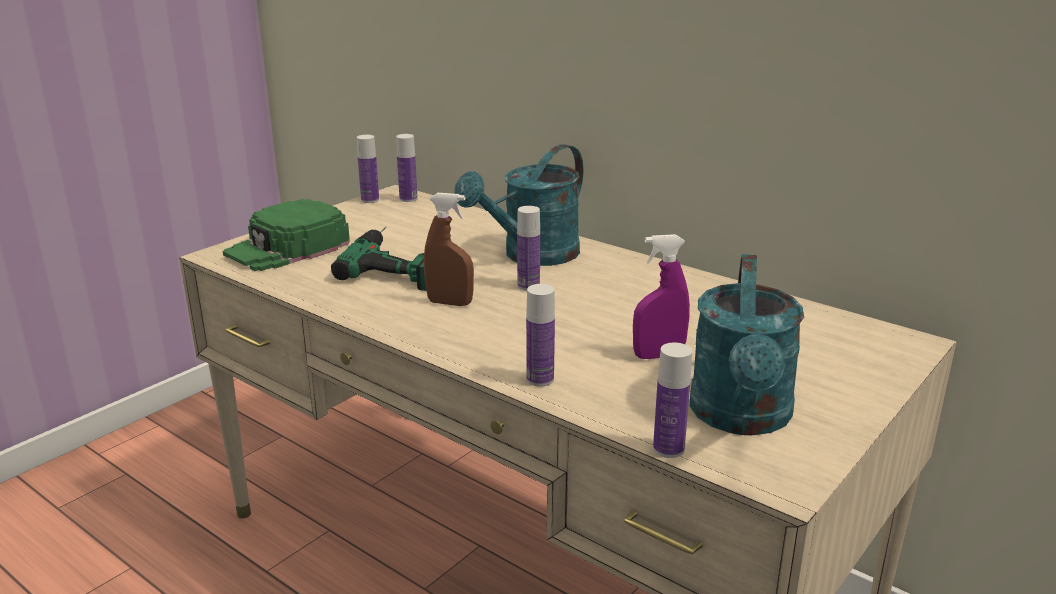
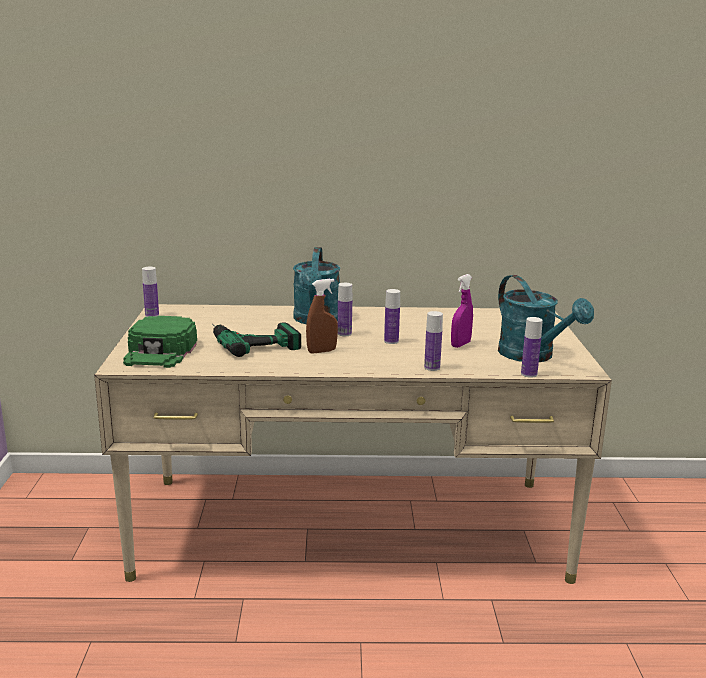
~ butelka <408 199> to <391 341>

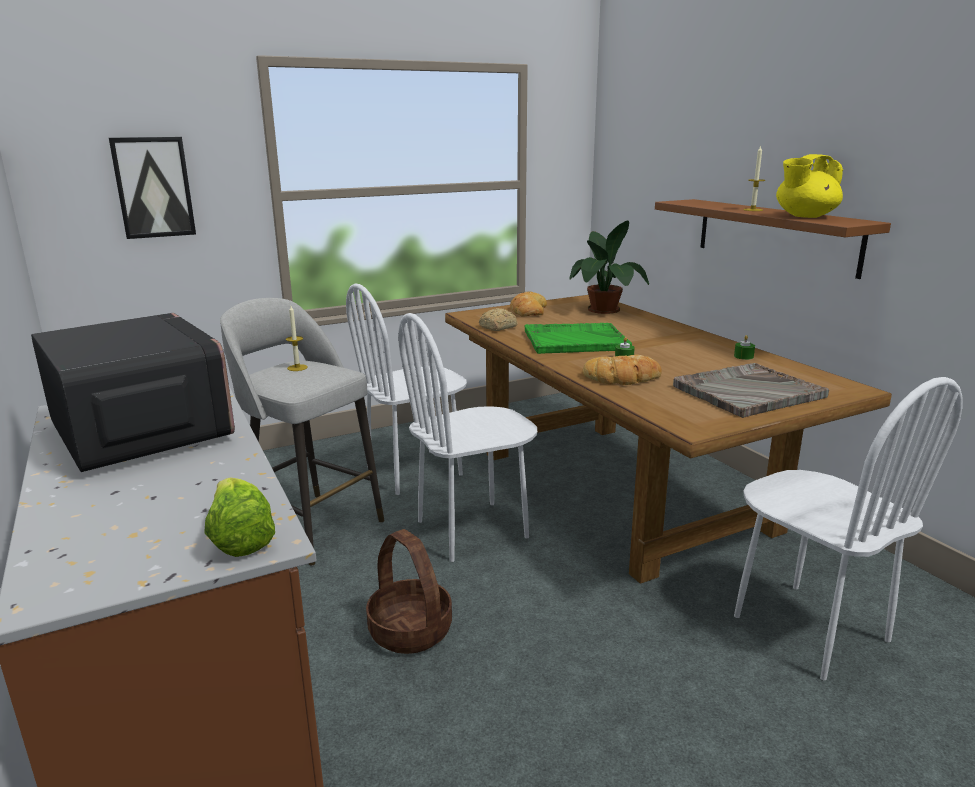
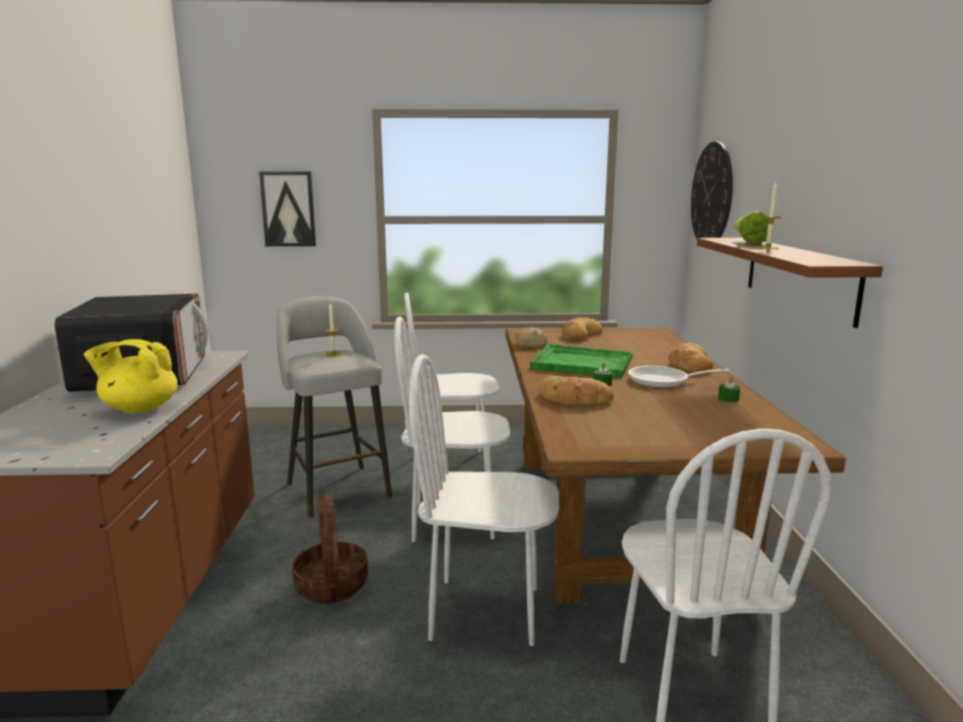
~ imbryk [żółty] <804 216> to <139 408>
+ krzesło [biały] <485 611>
+ patelnia <663 381>
+ chleb <689 364>
+ zegar ścienny <711 195>
~ sałata <240 539> to <748 243>
- roślina doniczkowa <604 310>
- taca [szary] <747 392>

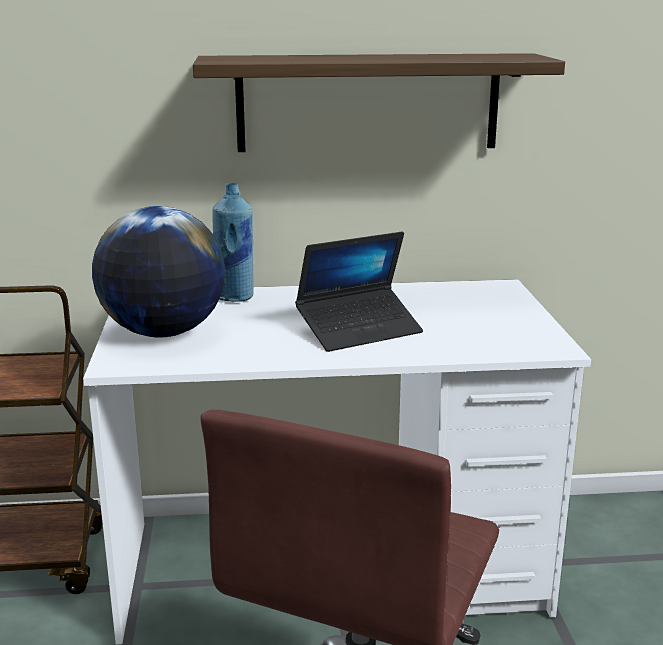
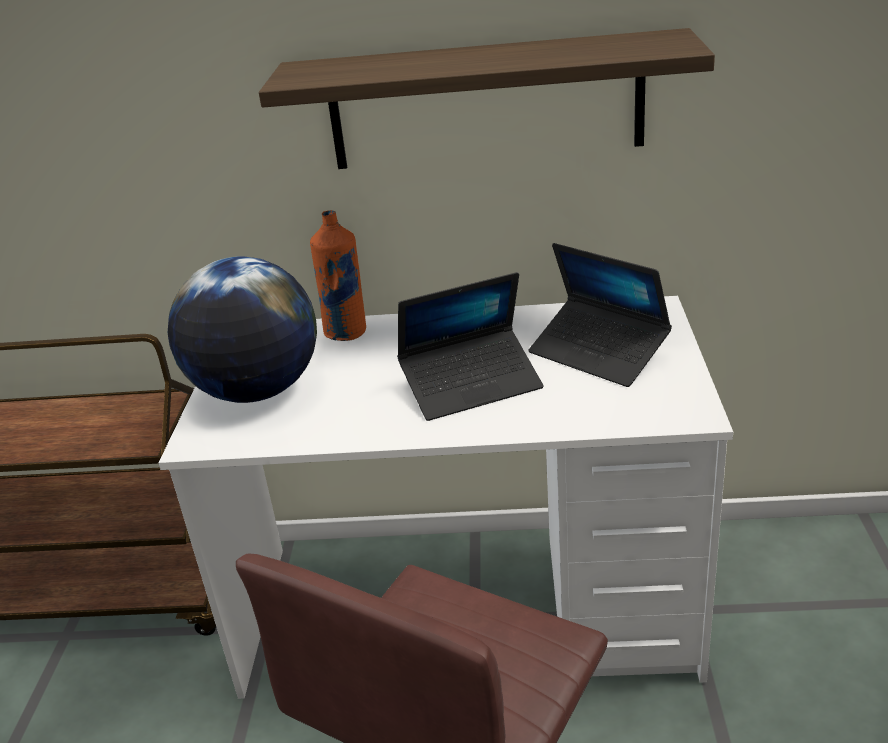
~ butelka [niebieski] <235 297> to butelka [pomarańczowy] <346 333>
+ laptop <598 353>

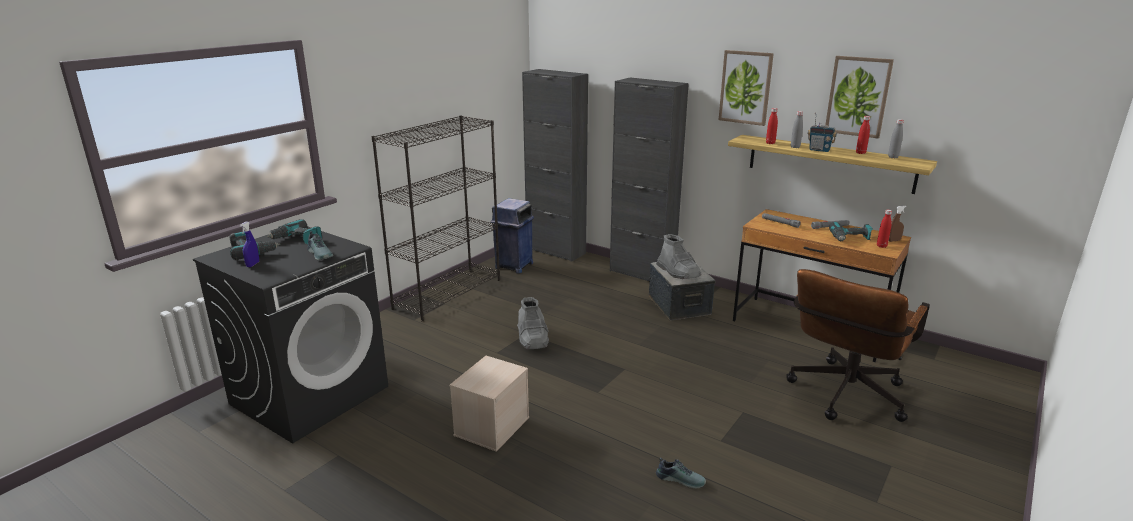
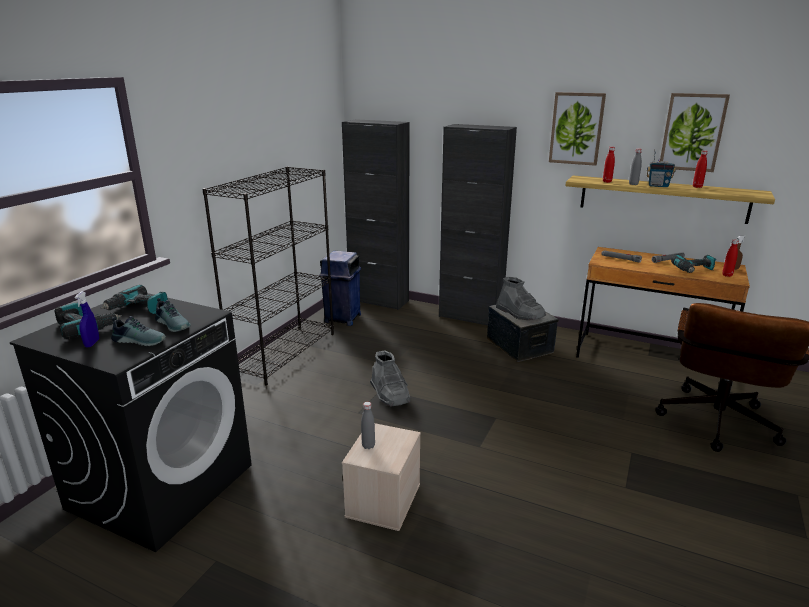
~ but <680 479> to <140 340>
~ butelka [szary] <893 157> to <368 446>

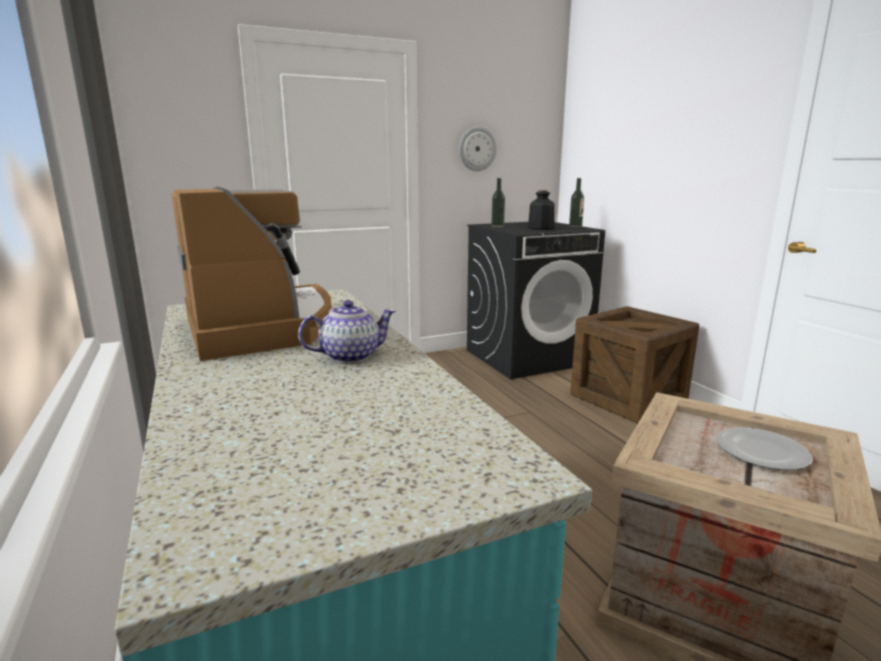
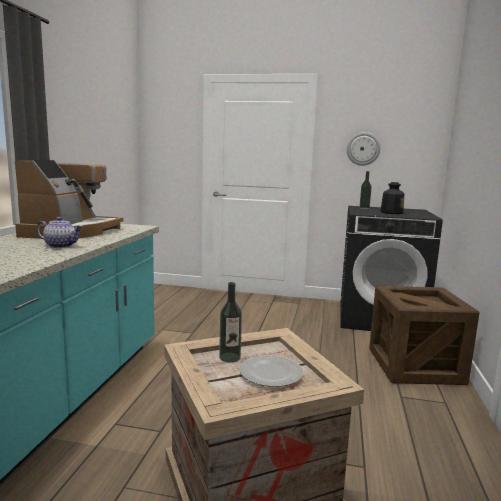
~ butelka <575 226> to <229 357>

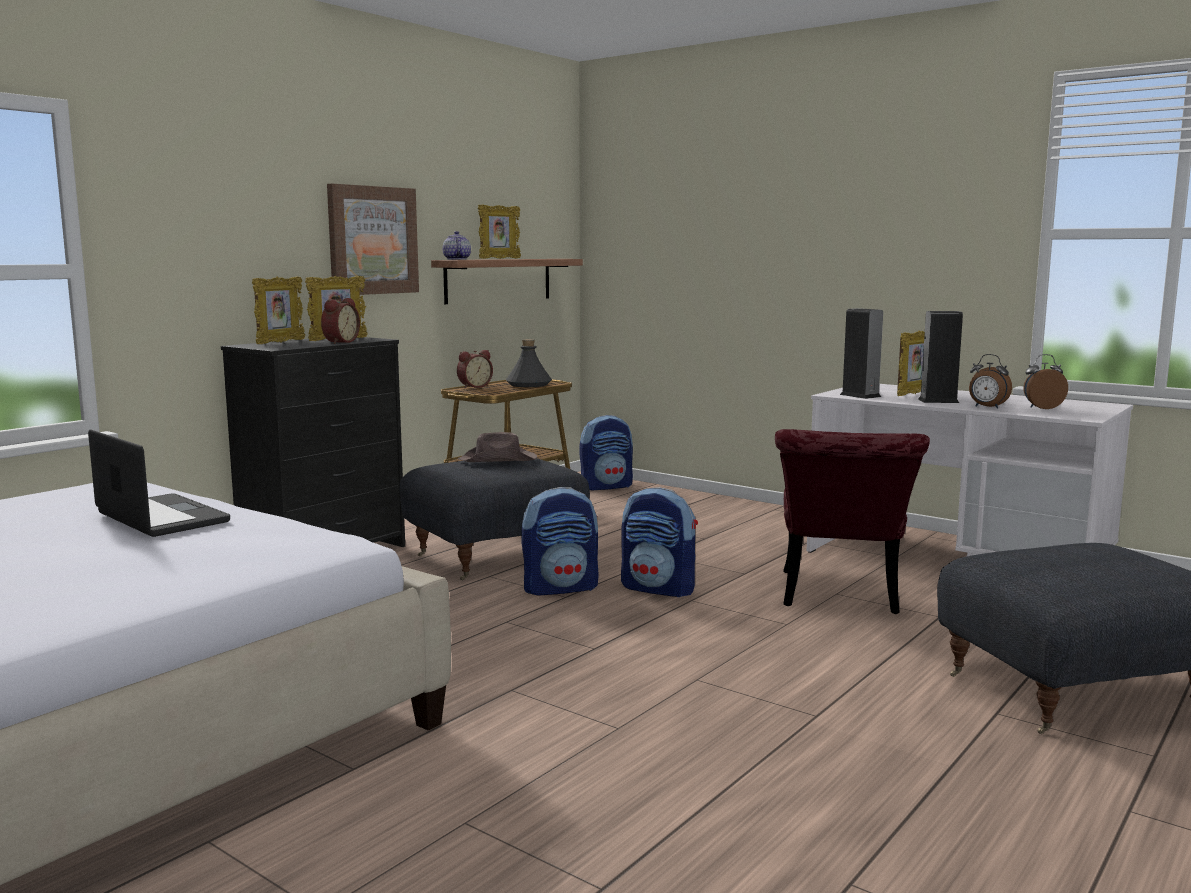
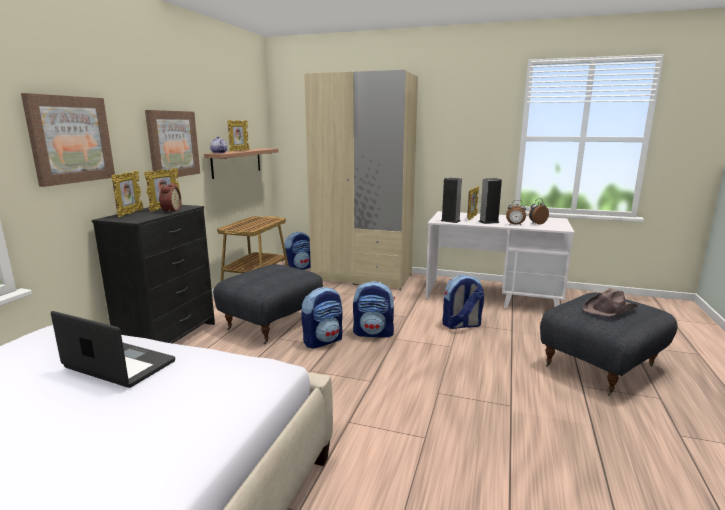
+ obraz <70 139>
+ szafa [beżowy] <362 277>
~ krzesło [czerwony] <840 597> to plecak <461 325>
~ kapelusz [brązowy] <498 460> to <610 309>
- budzik <474 386>
- butelka [szary] <528 384>

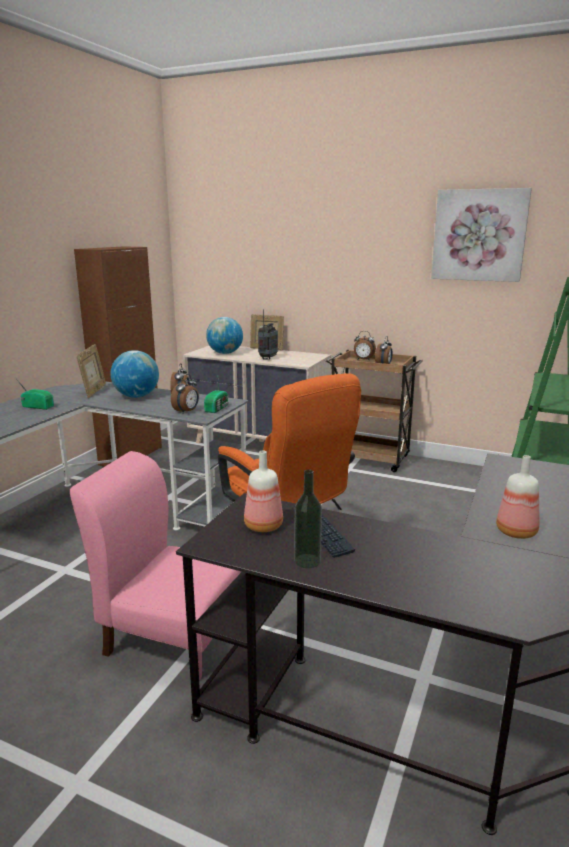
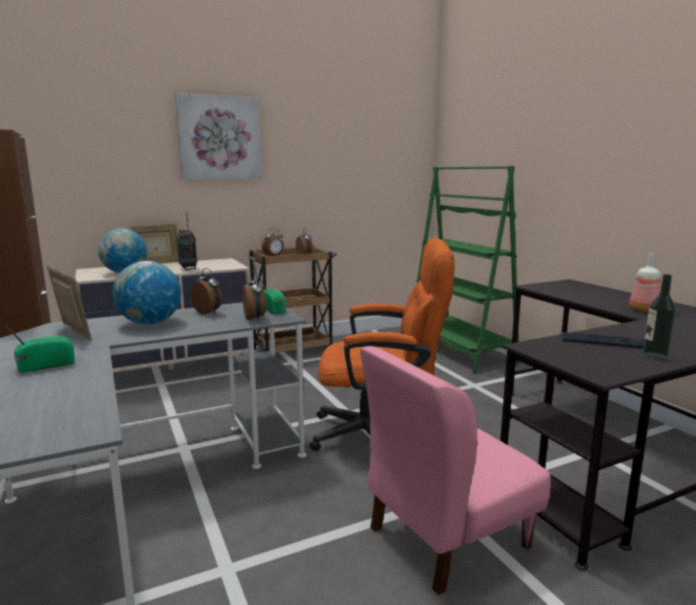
~ obraz <479 235> to <219 138>
- butelka <264 527>

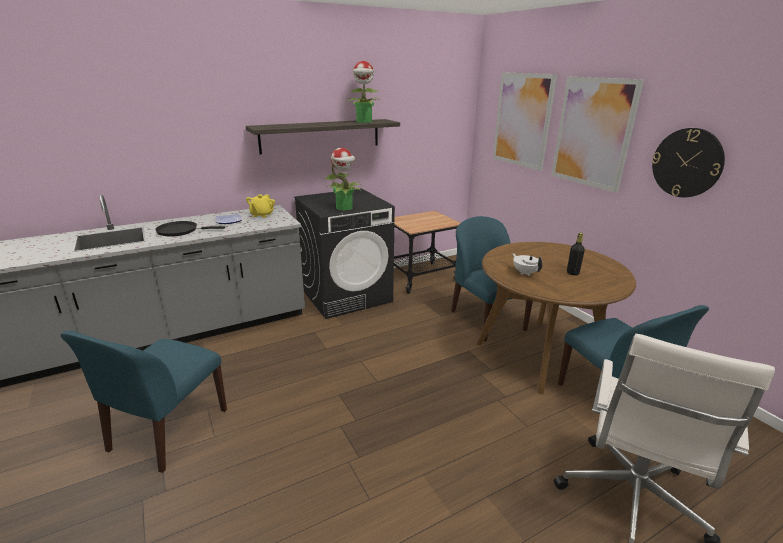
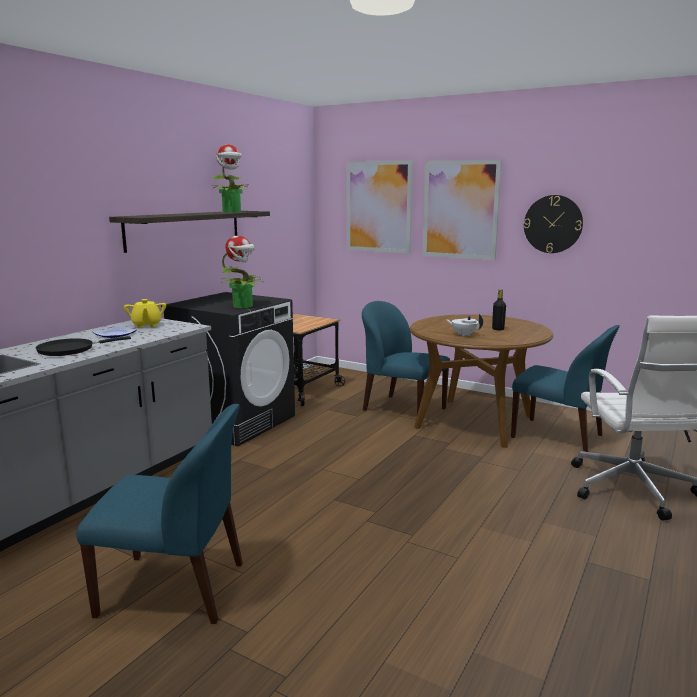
~ krzesło [niebieski] <167 431> = <176 589> 75 degrees counterclockwise

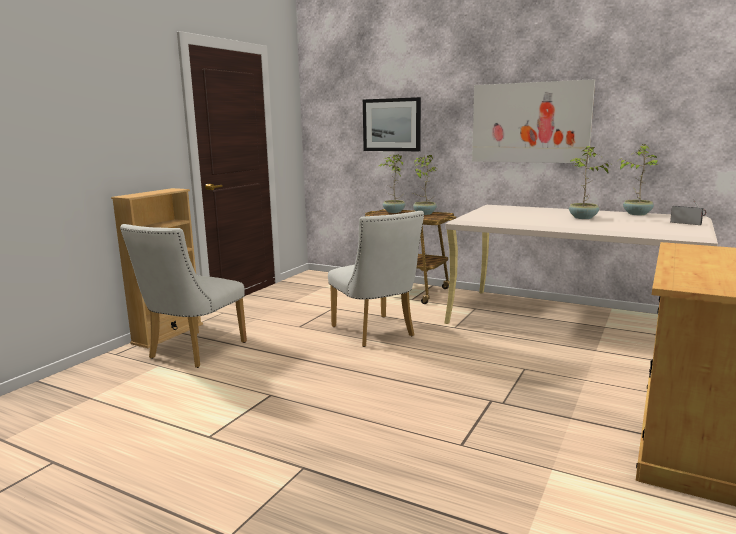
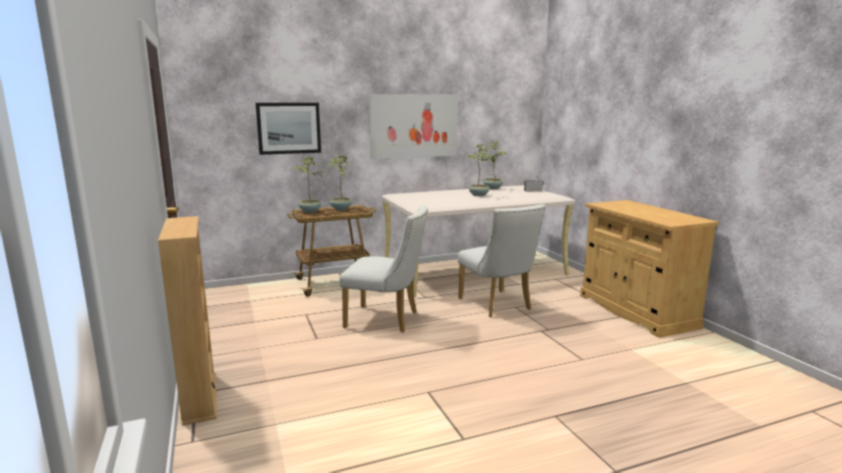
~ krzesło [biały] <193 352> to <498 305>

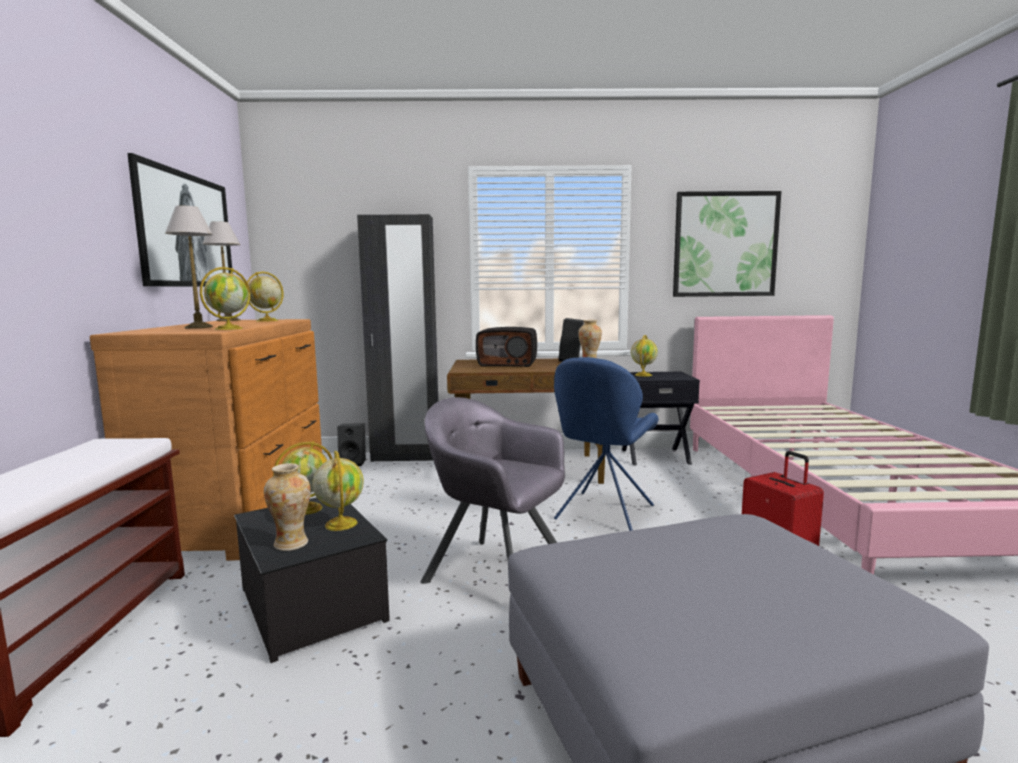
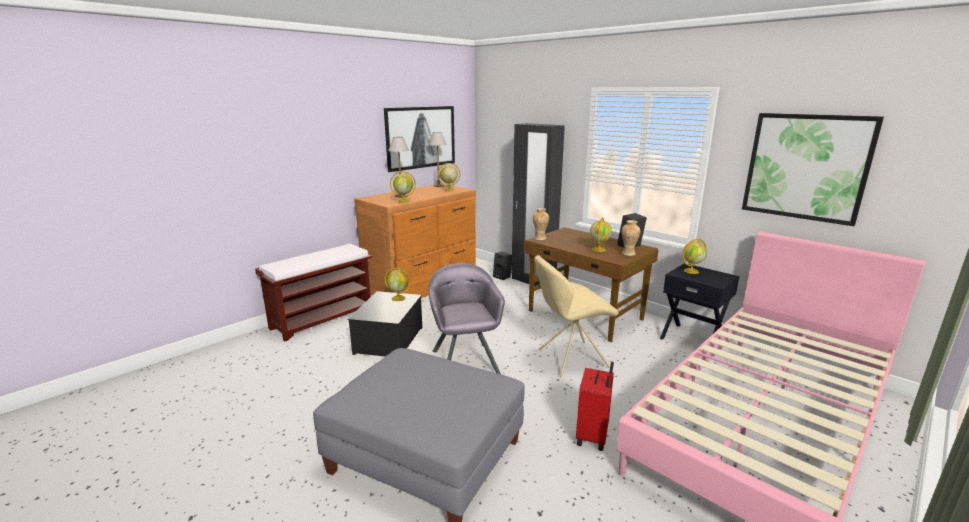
~ wazon <291 544> to <540 238>
~ krzesło [niebieski] <603 514> to krzesło [beżowy] <570 359>
~ globus <340 523> to <599 249>
- radio <508 364>

